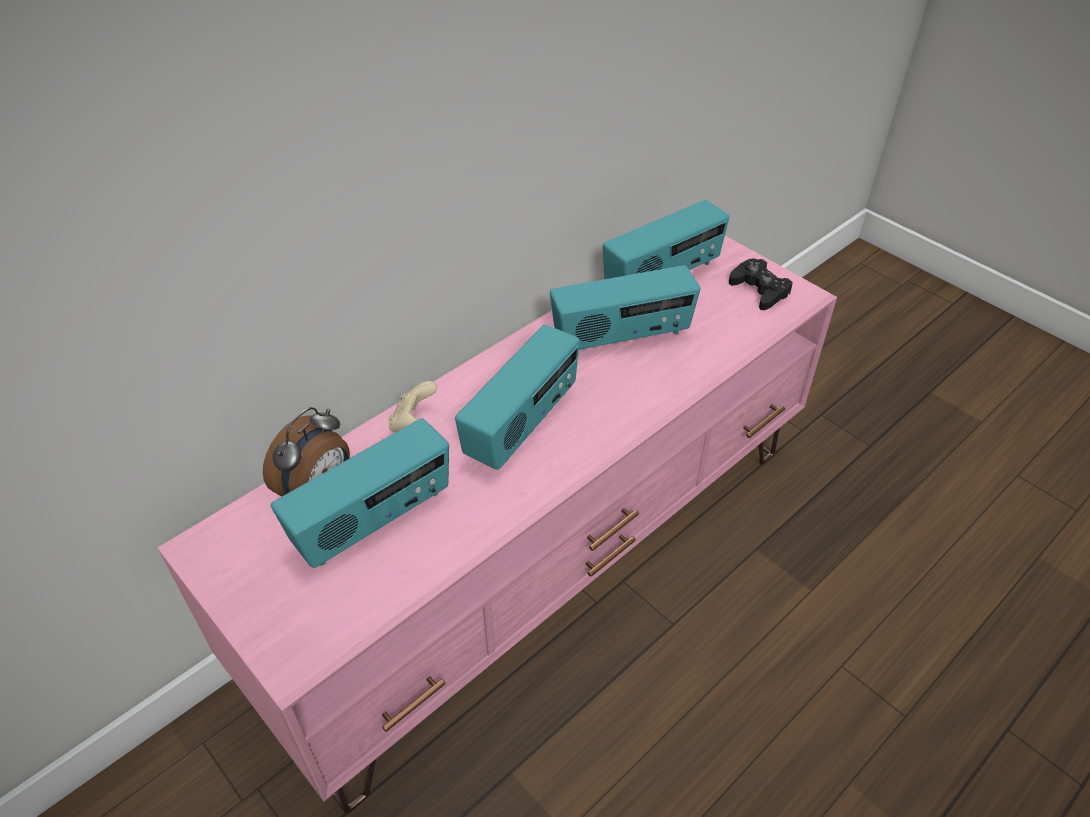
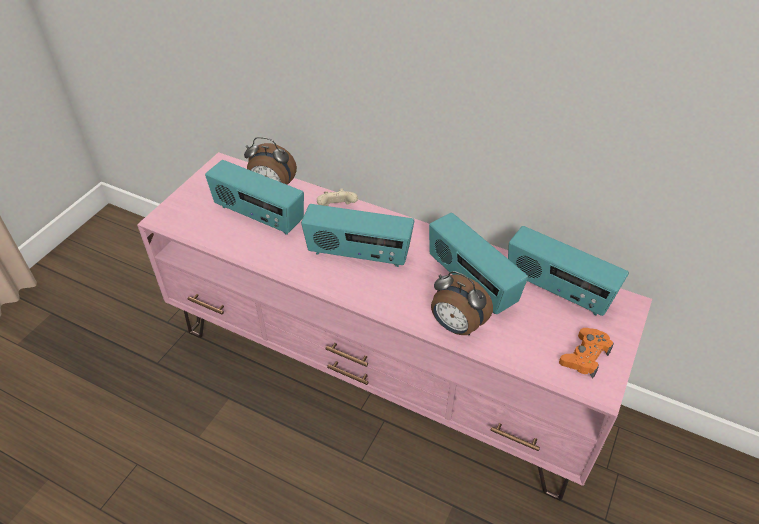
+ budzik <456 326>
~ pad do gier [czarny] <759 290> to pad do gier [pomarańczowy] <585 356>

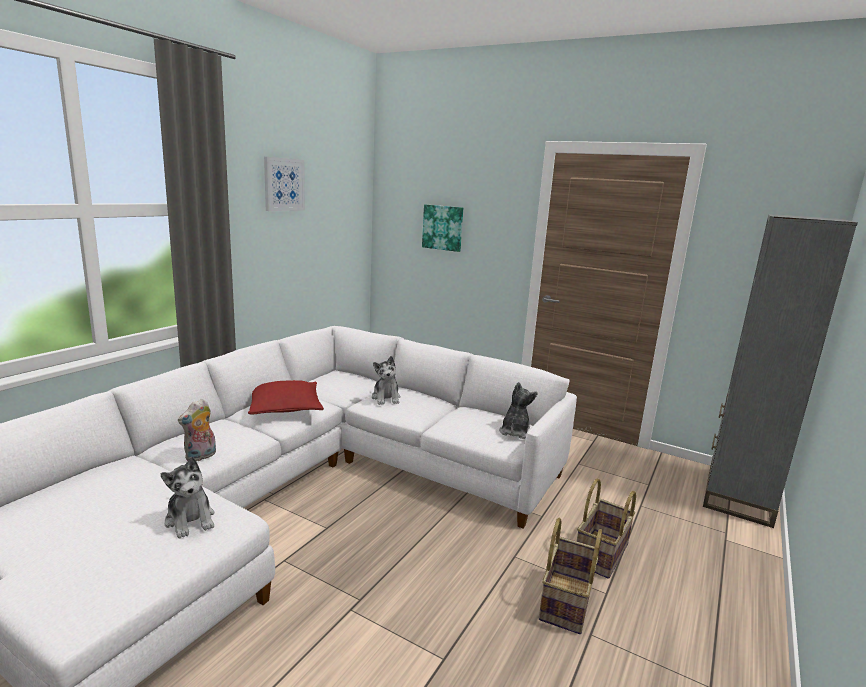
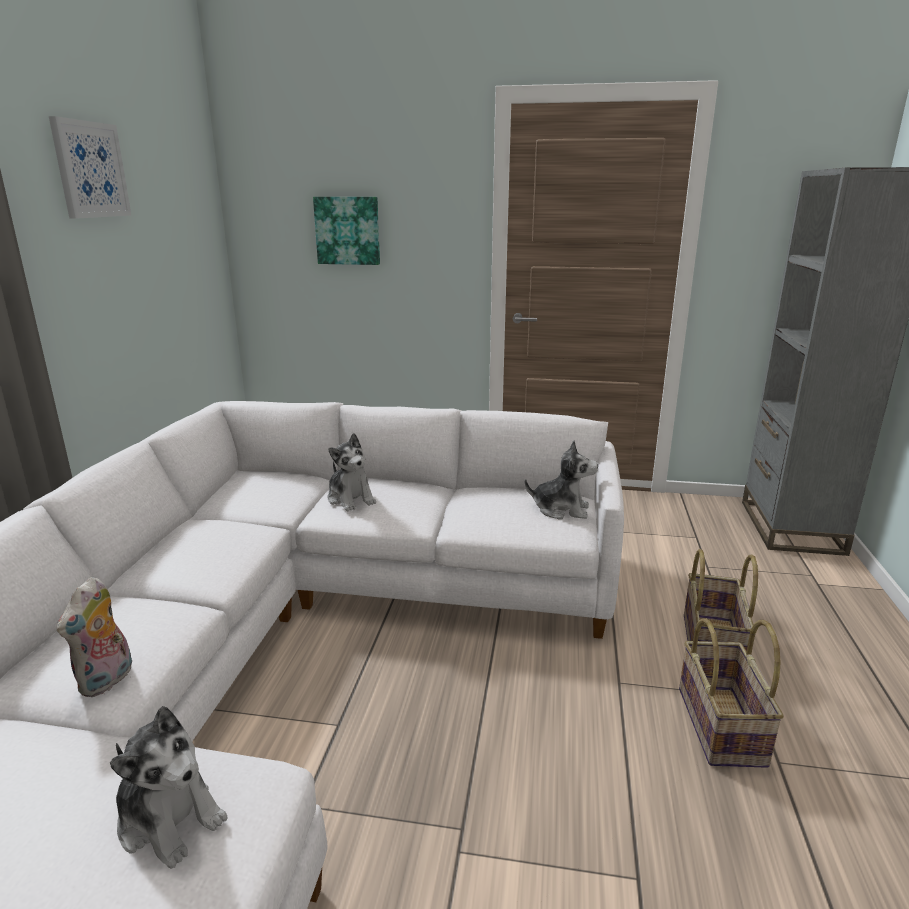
~ pluszak <515 432> = <561 509> 105 degrees clockwise
- poduszka [czerwony] <285 407>

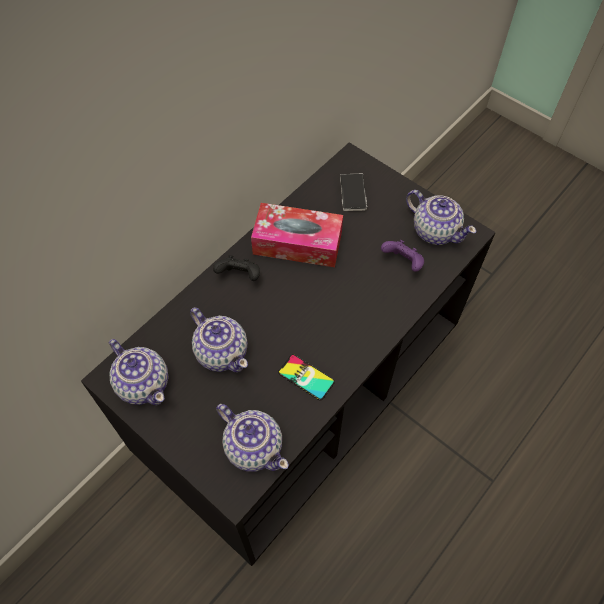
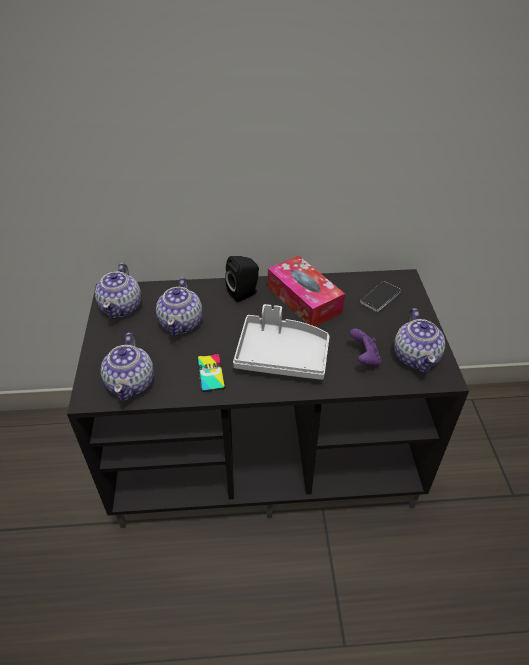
~ pad do gier [czarny] <240 276> to głośnik [czarny] <244 293>
+ taca [szary] <281 355>

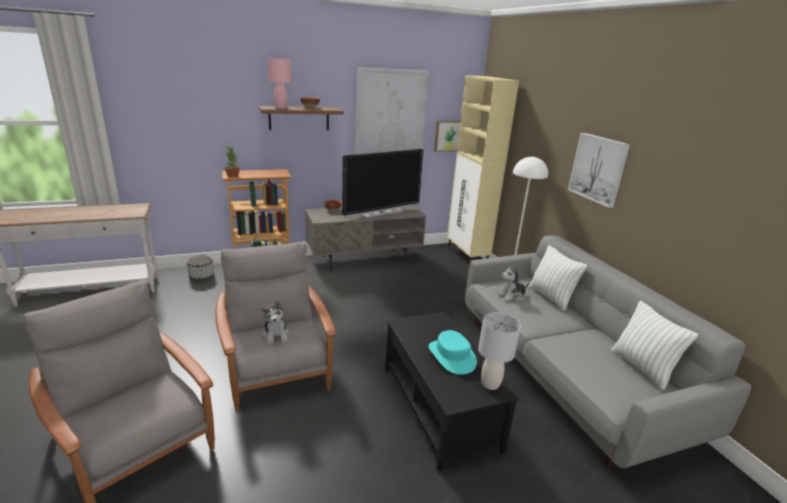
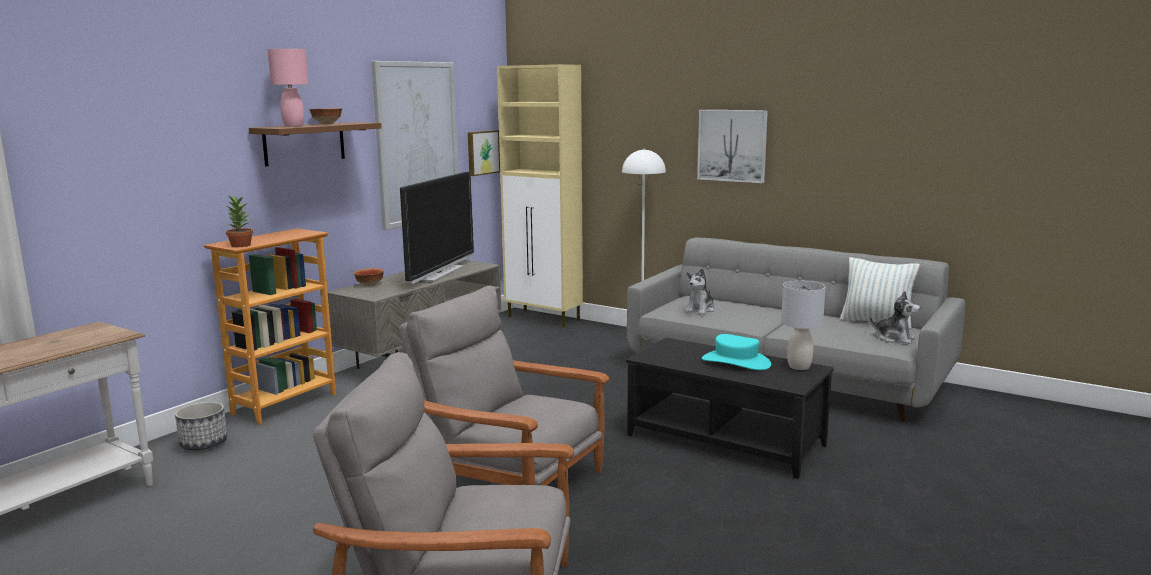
~ pluszak <276 335> to <894 338>
- poduszka <551 297>

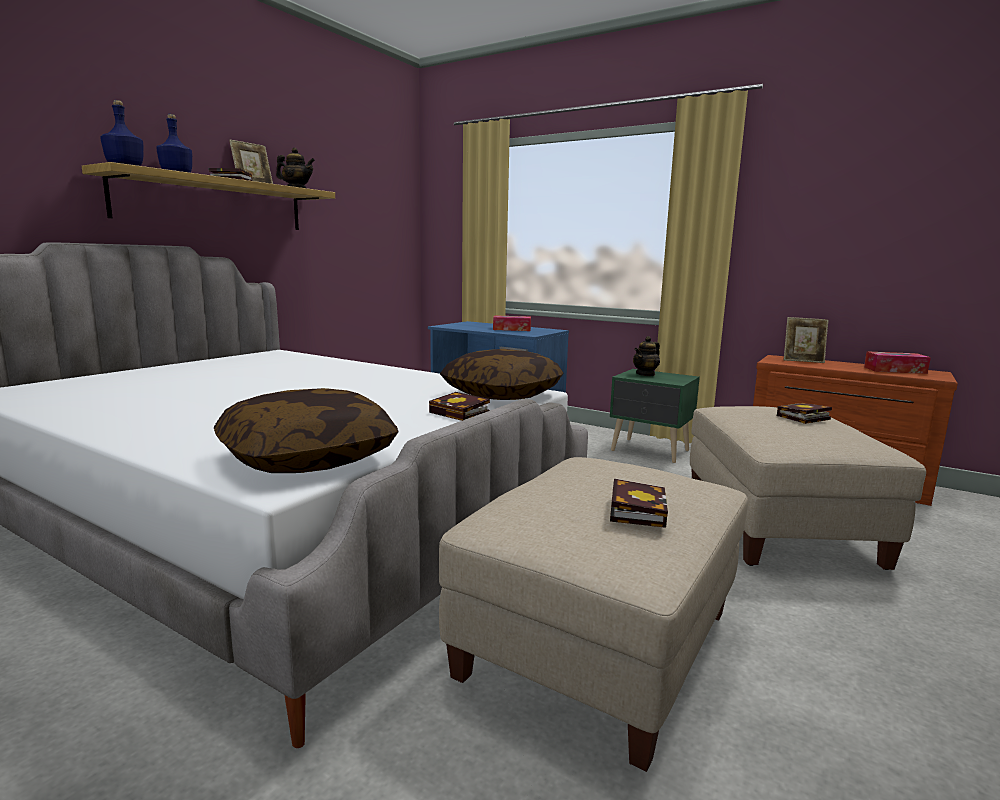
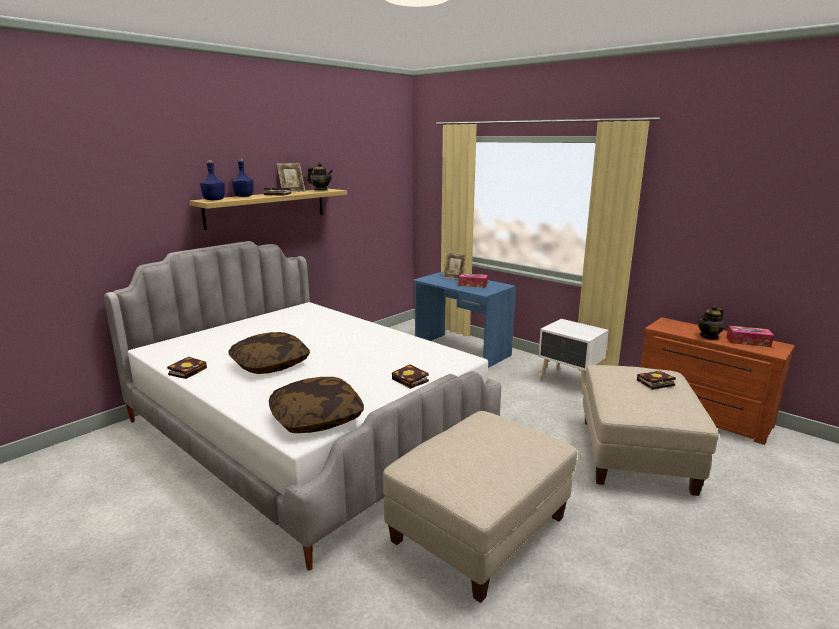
~ książka <636 509> to <188 370>
~ poduszka <502 394> to <270 364>
~ ramka na zdjęcie <802 360> to <454 278>
~ szafka nocna [zielony] <650 451> to szafka nocna [biały] <569 382>
~ imbryk <645 374> to <709 336>

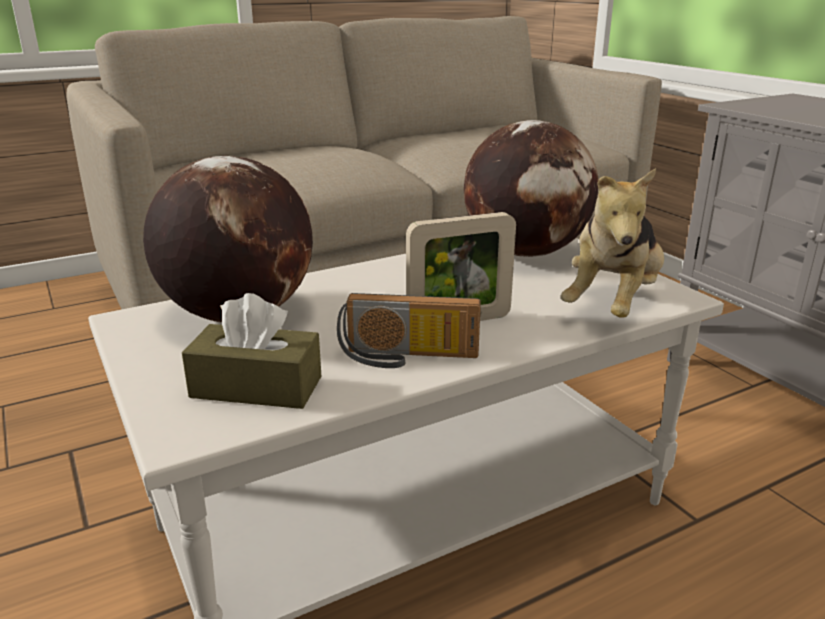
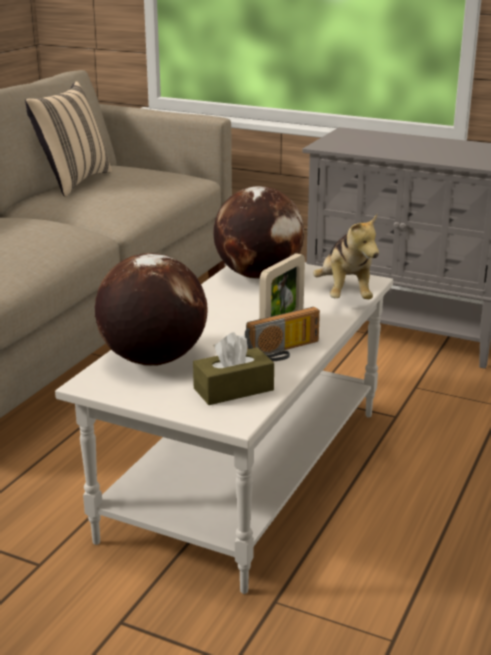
+ poduszka [beżowy] <73 182>

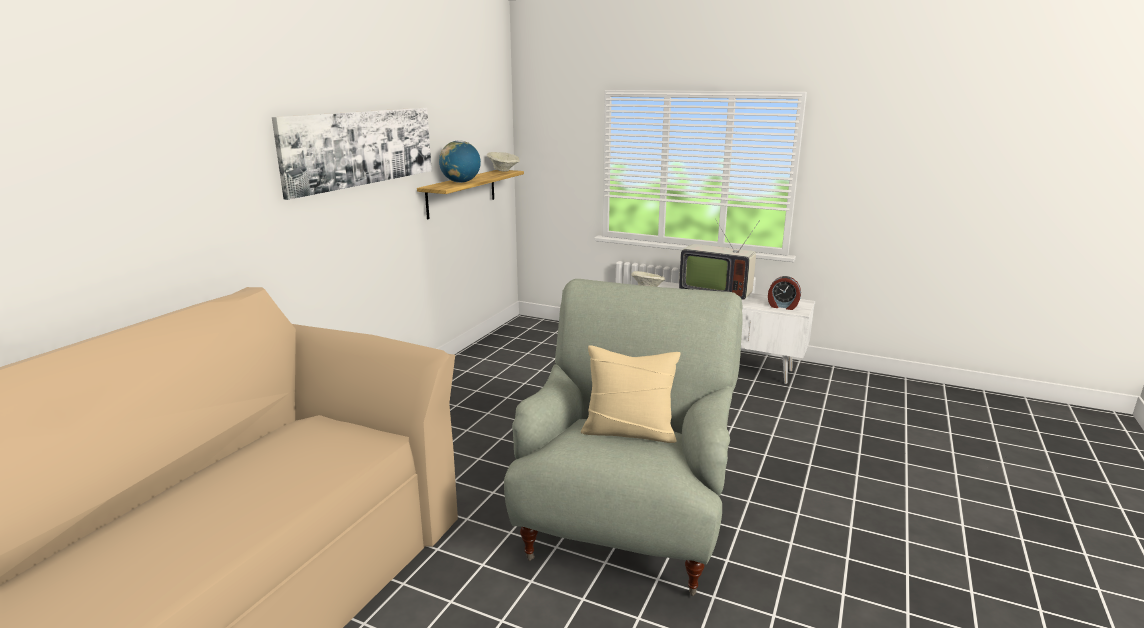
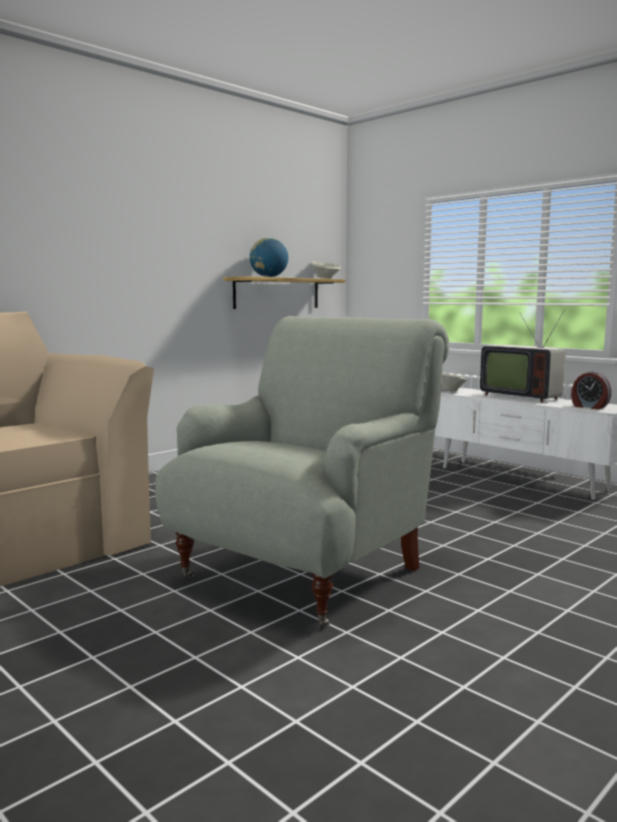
- obraz <361 148>
- poduszka [beżowy] <629 432>

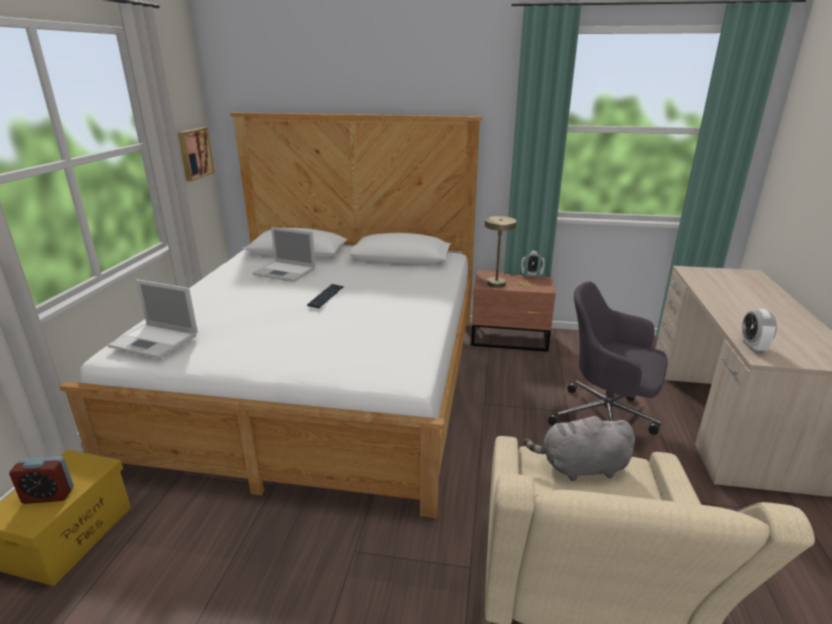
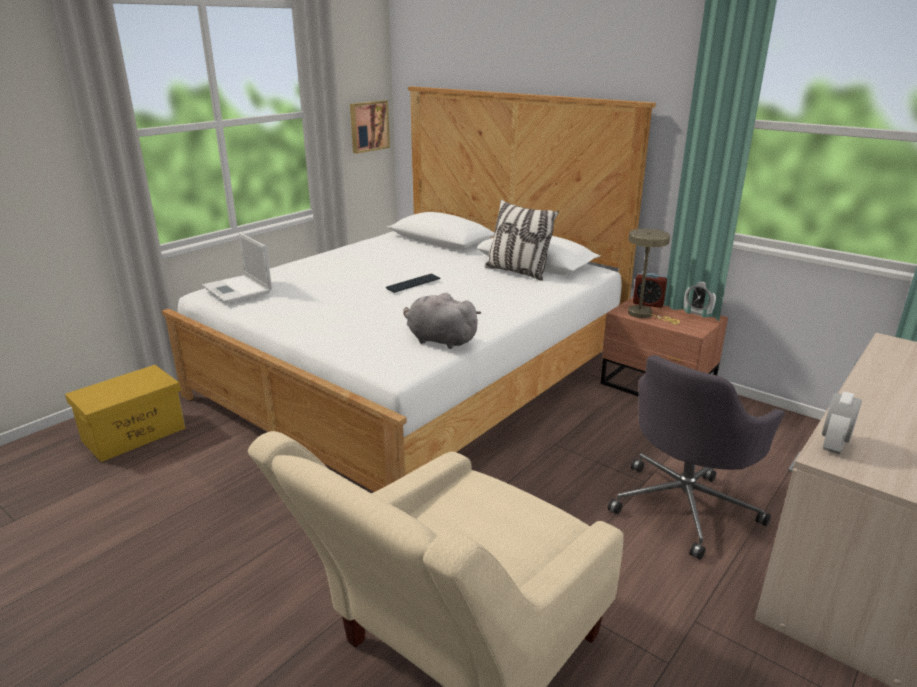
~ pluszak [szary] <580 467> to <439 340>
+ poduszka <517 272>
~ krzesło biurowe [szary] <606 420> = <685 505> 105 degrees counterclockwise
~ budzik <48 495> to <648 303>
- laptop <286 272>

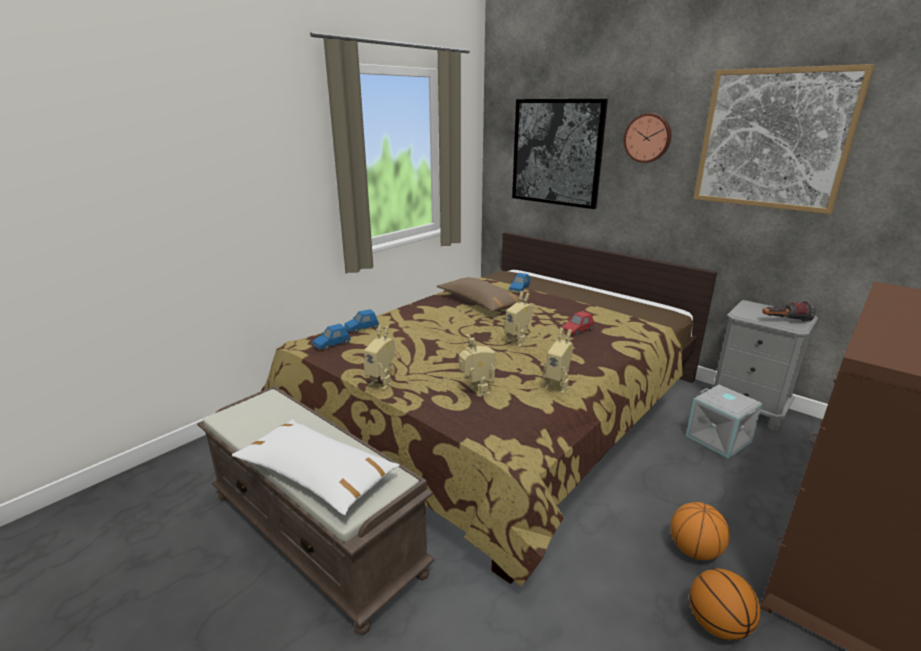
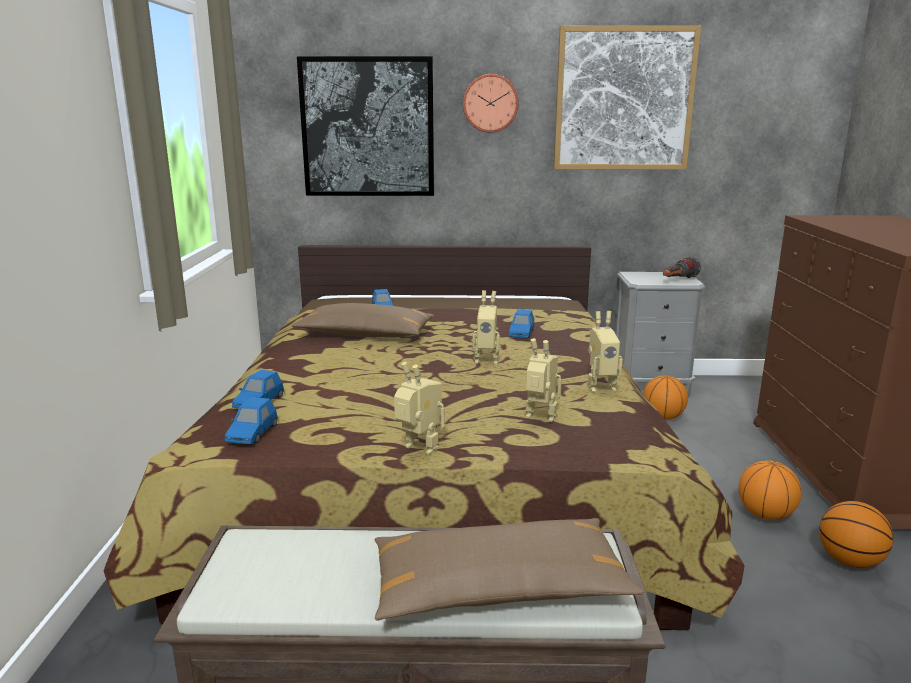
~ poduszka [biały] <316 475> to poduszka [brązowy] <499 588>
~ robot zabawkowy <382 383> = <418 449> 135 degrees counterclockwise
~ samochodzik [czerwony] <577 330> to samochodzik [niebieski] <521 333>
~ pojemnik do przechowywania [szary] <719 438> to piłka do koszykówki <663 417>

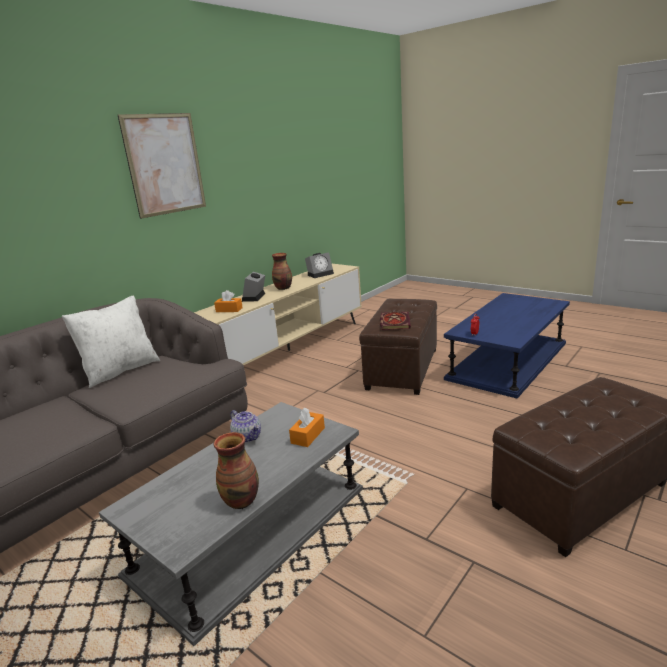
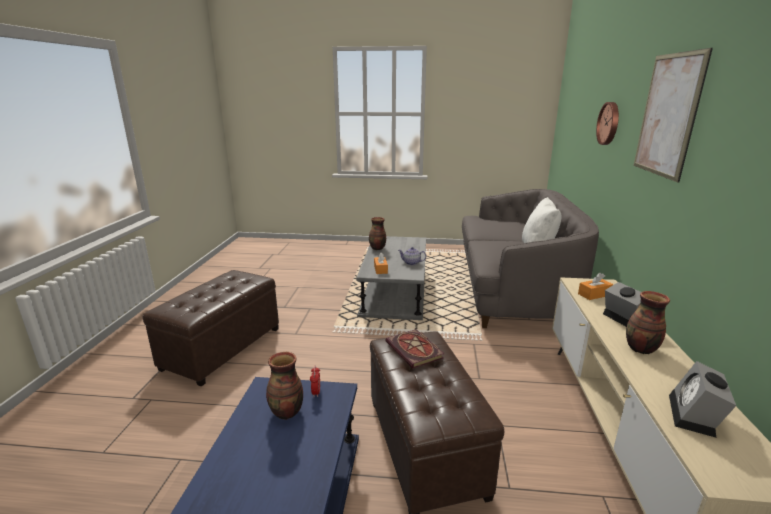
+ wazon <286 412>
+ zegar ścienny <609 123>

